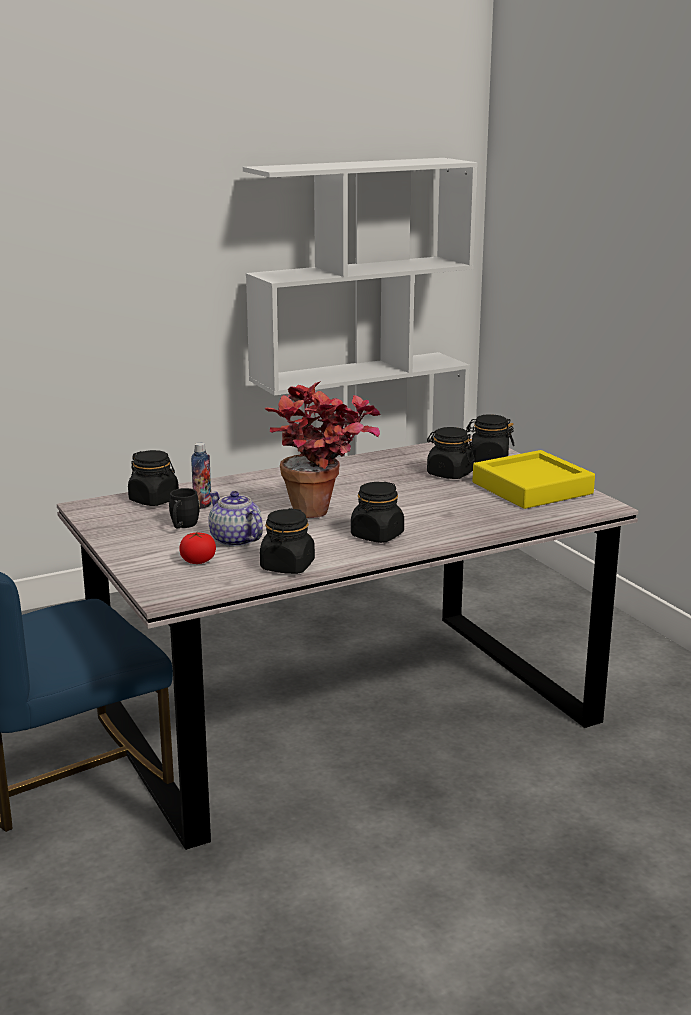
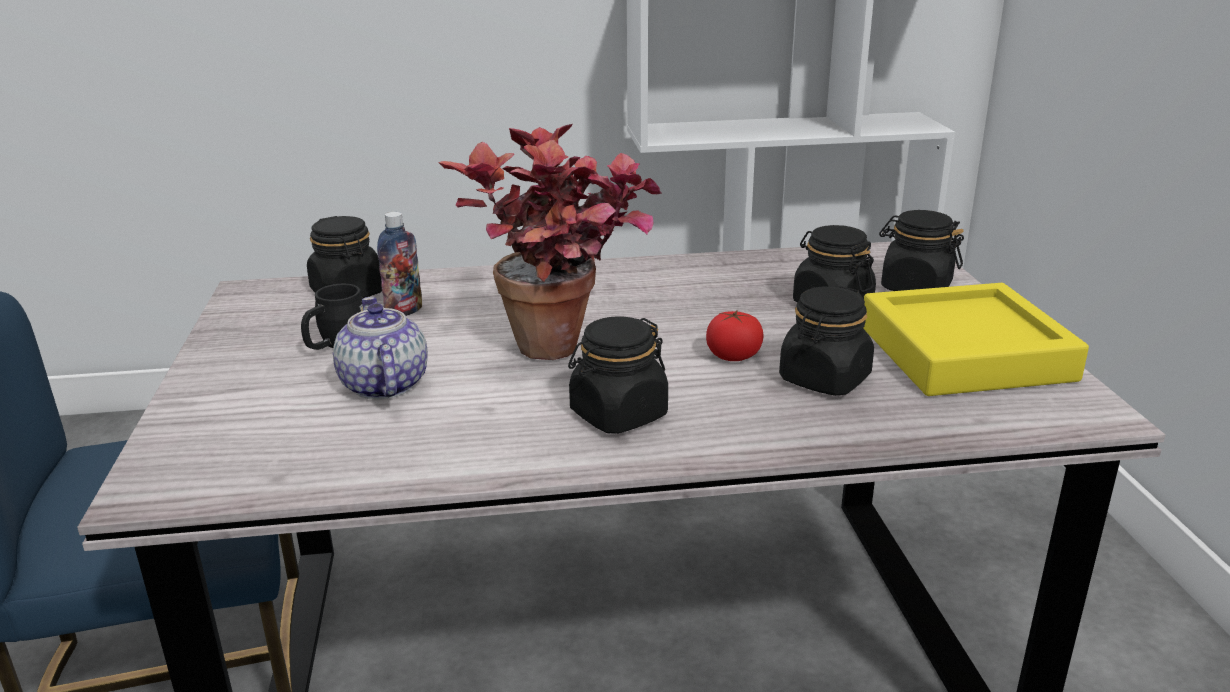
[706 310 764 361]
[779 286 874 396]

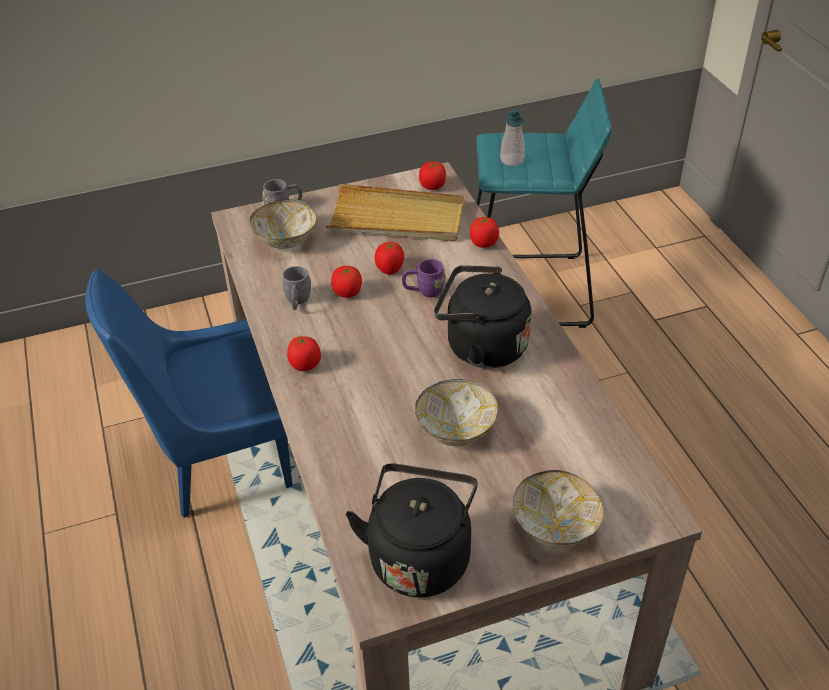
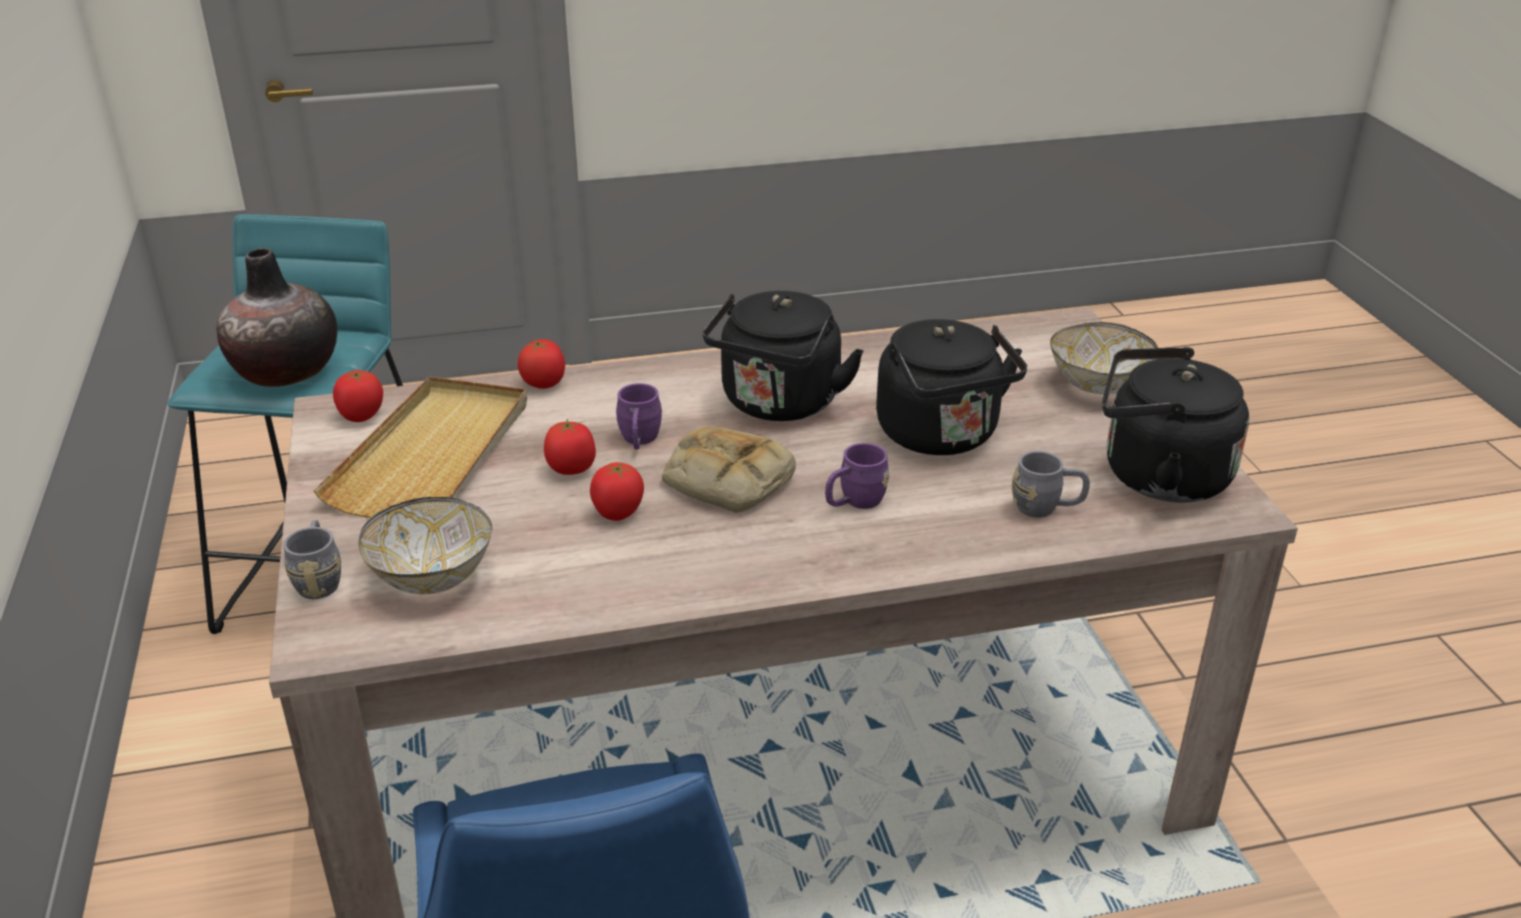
[217 248 338 387]
[662 427 796 513]
[825 443 890 509]
[876 319 1027 455]
[1012 451 1090 518]
[287 334 321 371] (first image)

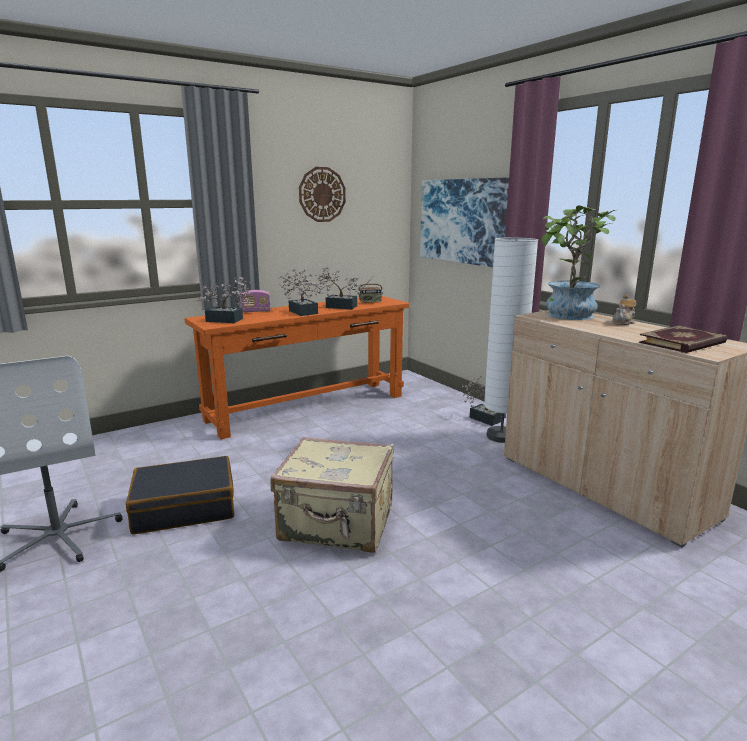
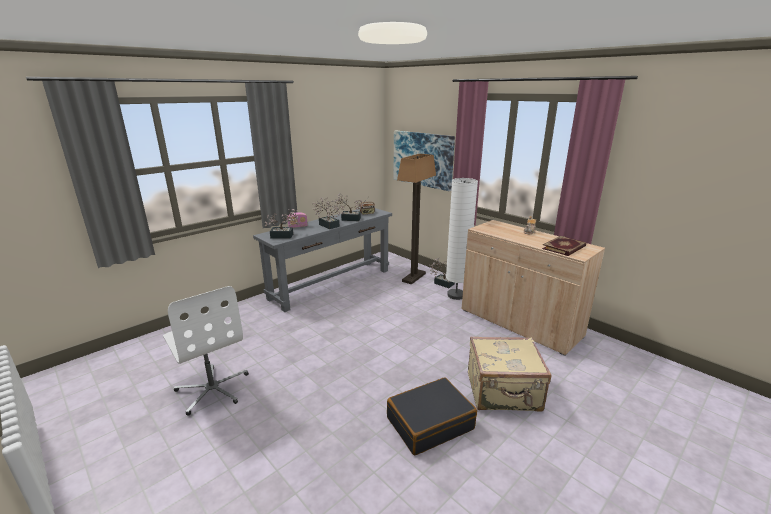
[253 208 392 312]
[387 377 477 455]
[397 154 436 285]
[468 337 551 412]
[299 167 346 222] (first image)
[541 205 616 320] (first image)

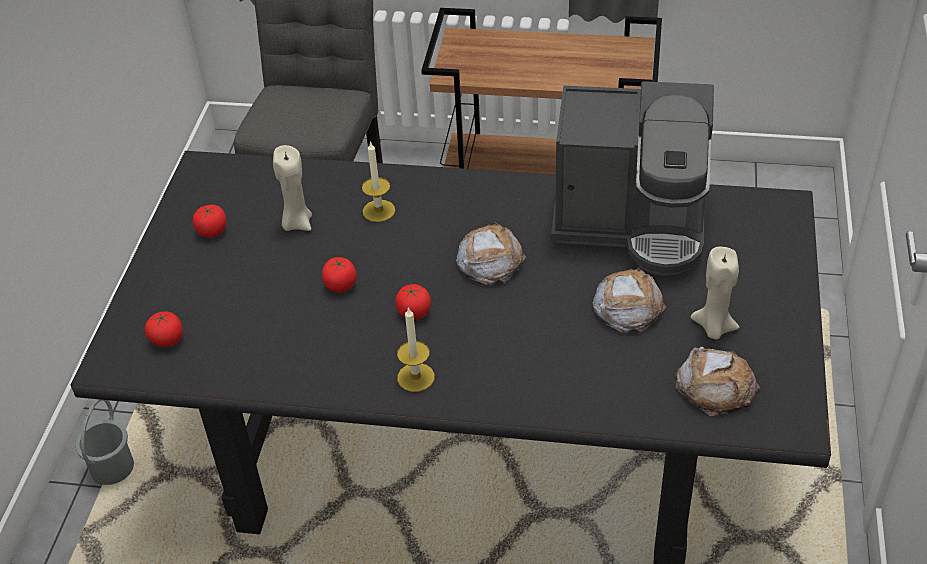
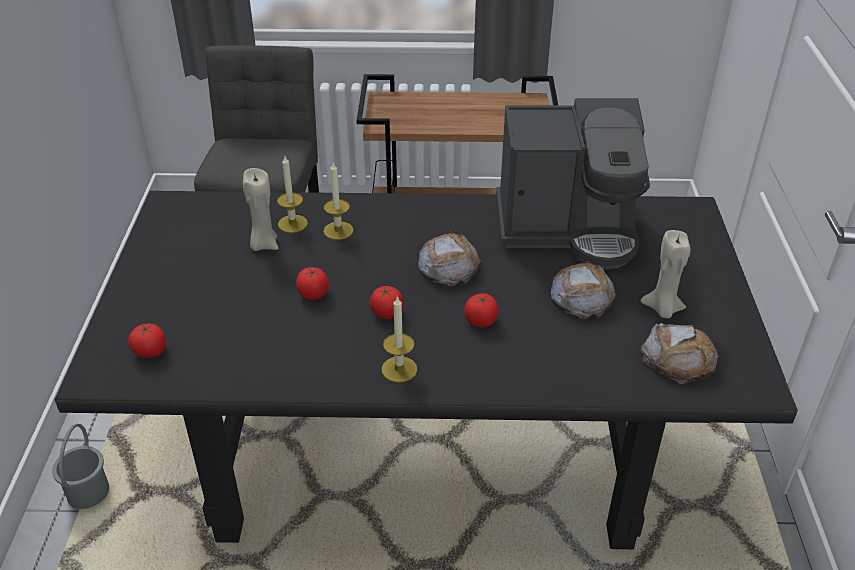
[277 156 308 233]
[464 293 499 327]

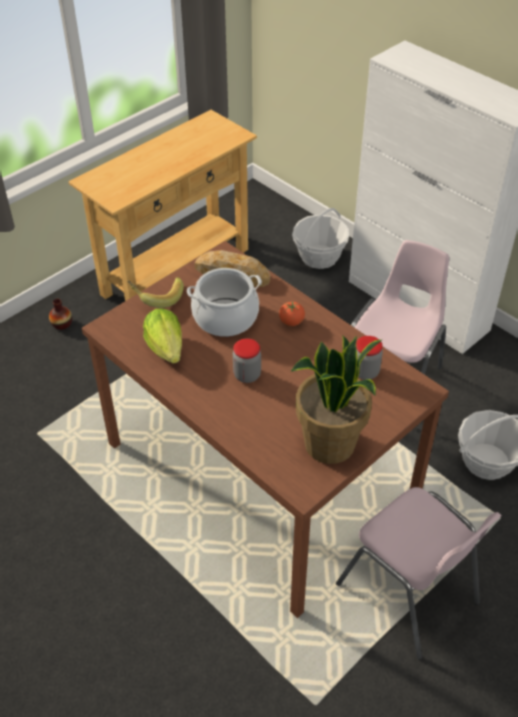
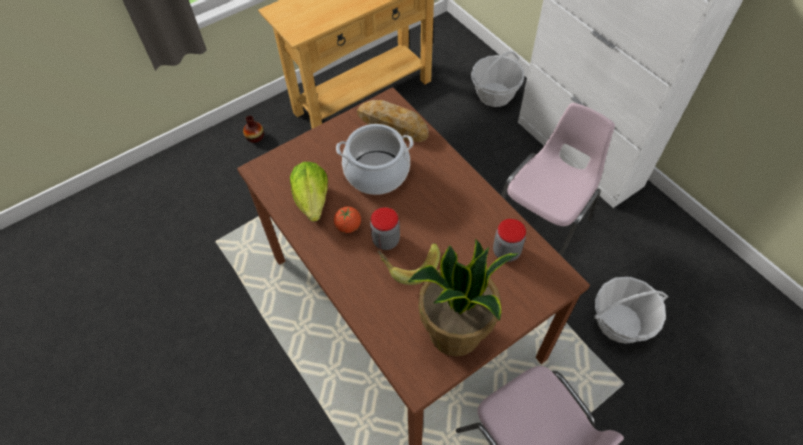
[334 207 361 233]
[377 243 440 285]

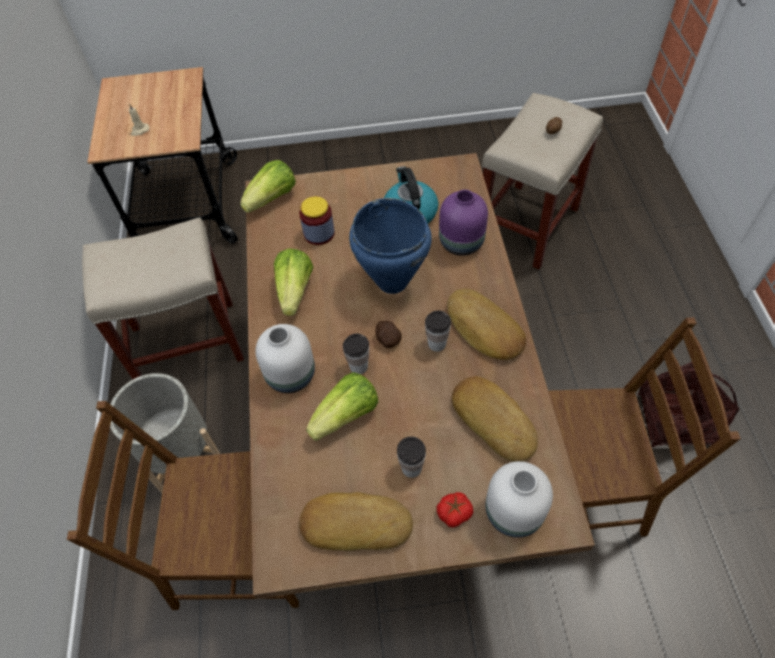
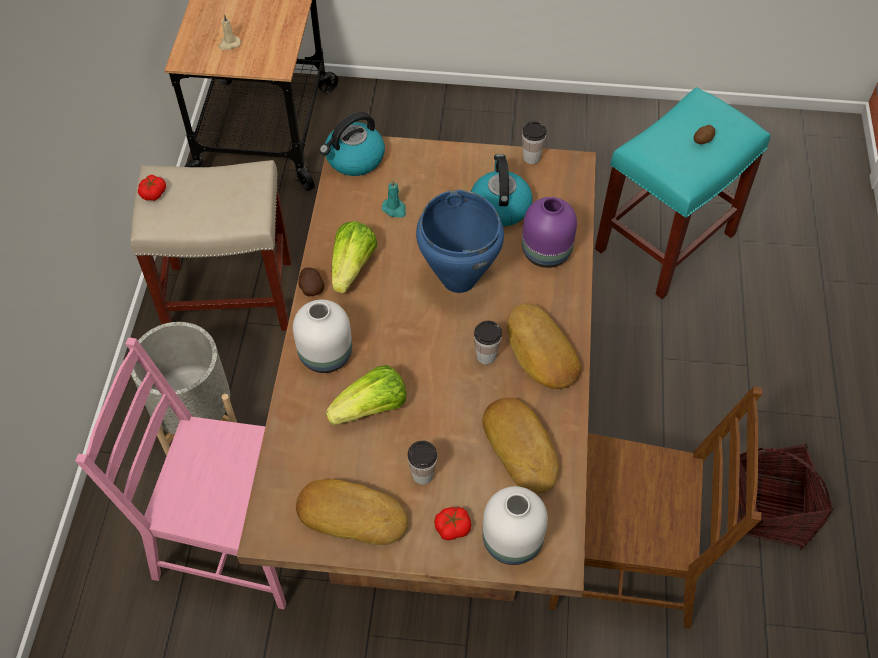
[75 337 286 610]
[138 175 166 201]
[298 267 324 296]
[319 112 385 176]
[382 179 406 218]
[522 121 547 164]
[595 87 770 299]

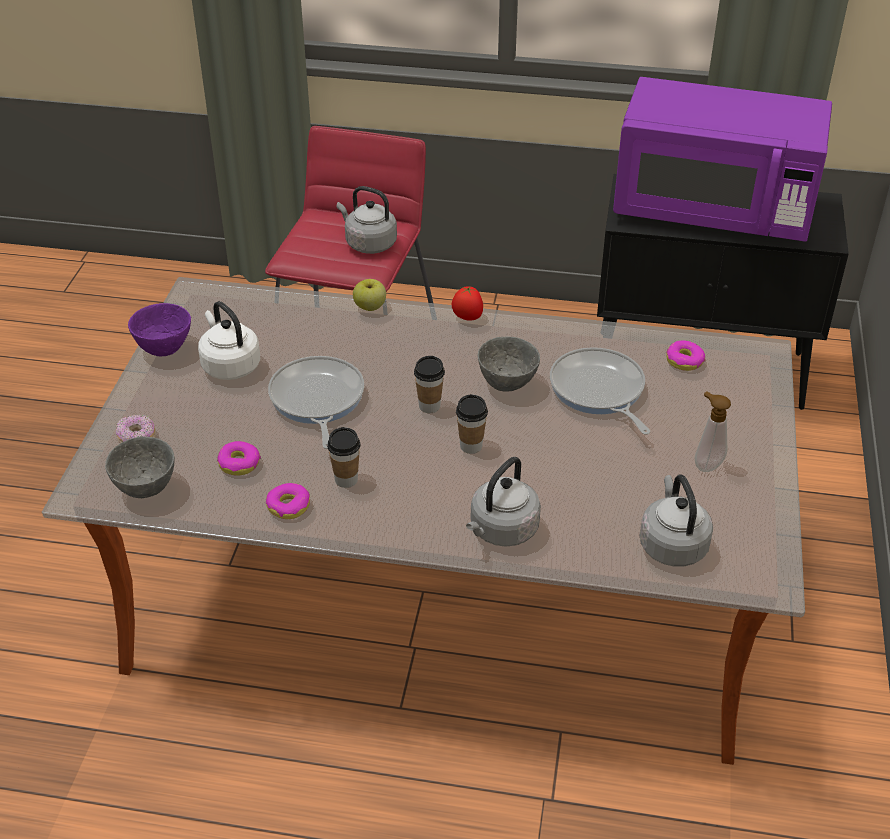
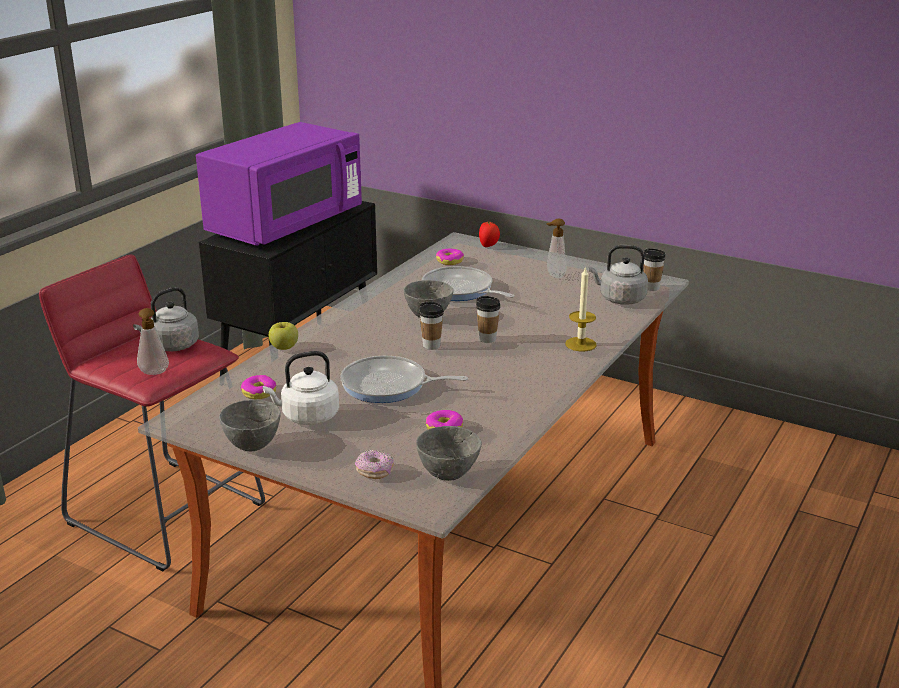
[137 308 169 375]
[219 399 281 451]
[241 375 277 399]
[422 266 515 301]
[479 221 500 247]
[565 266 597 351]
[643 248 666 291]

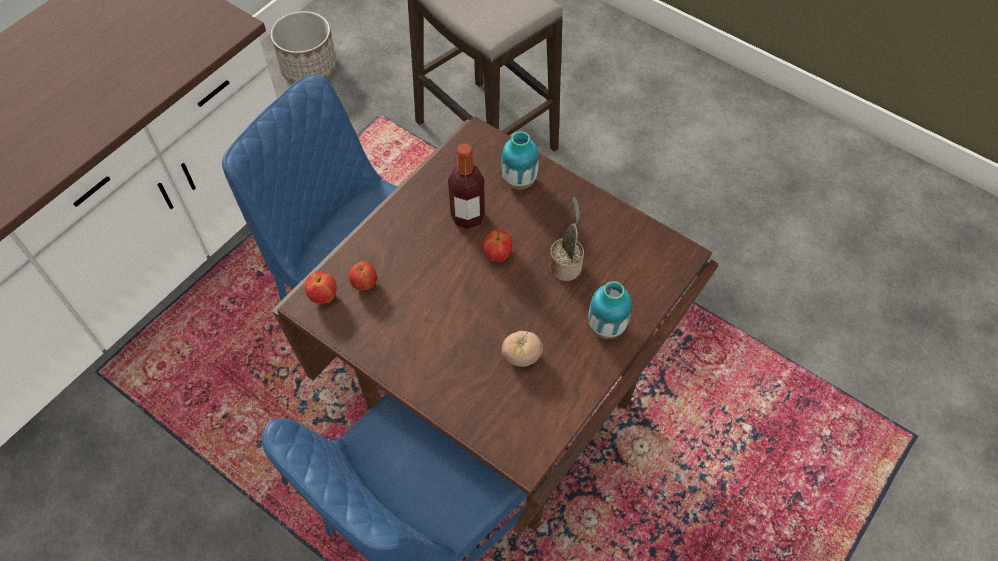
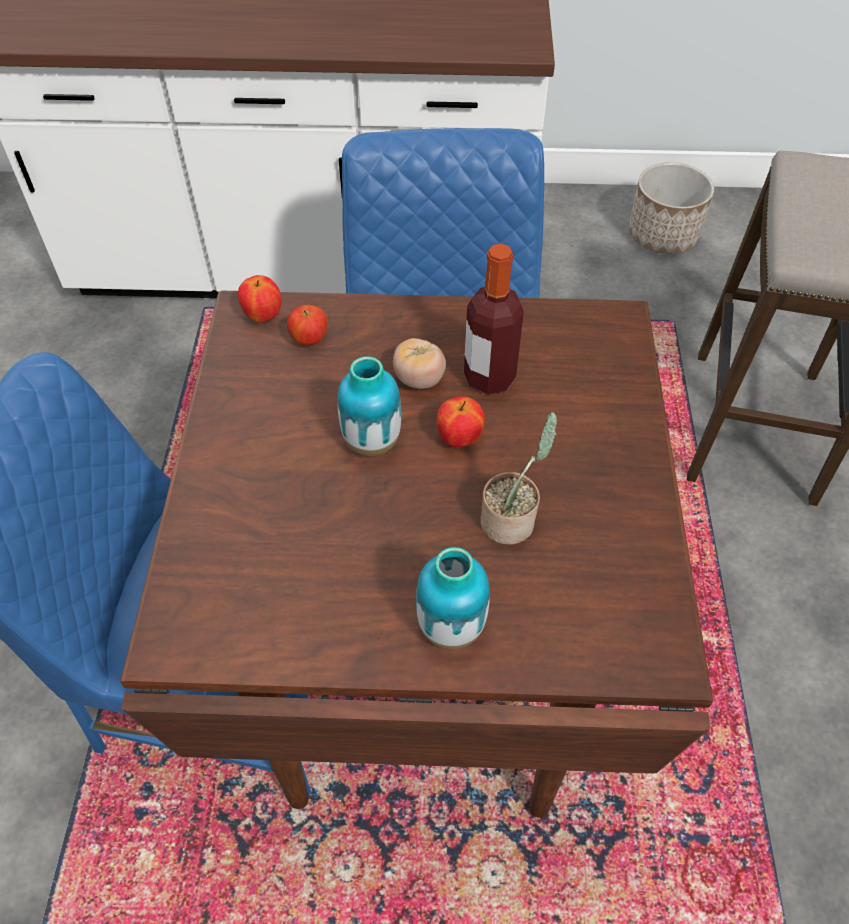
[337 356 401 456]
[393 338 446 389]

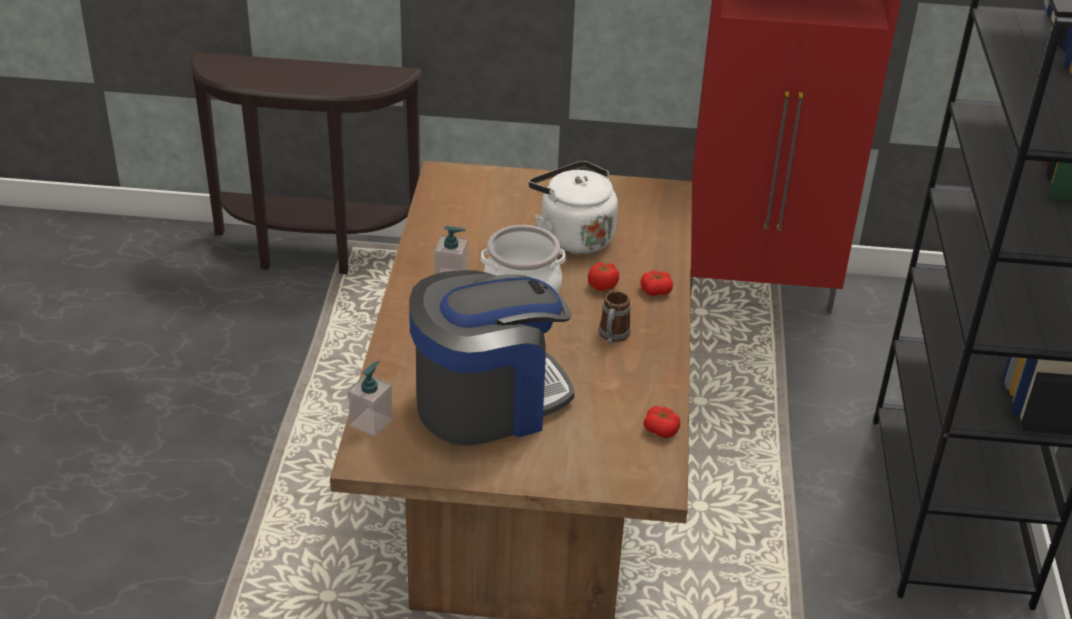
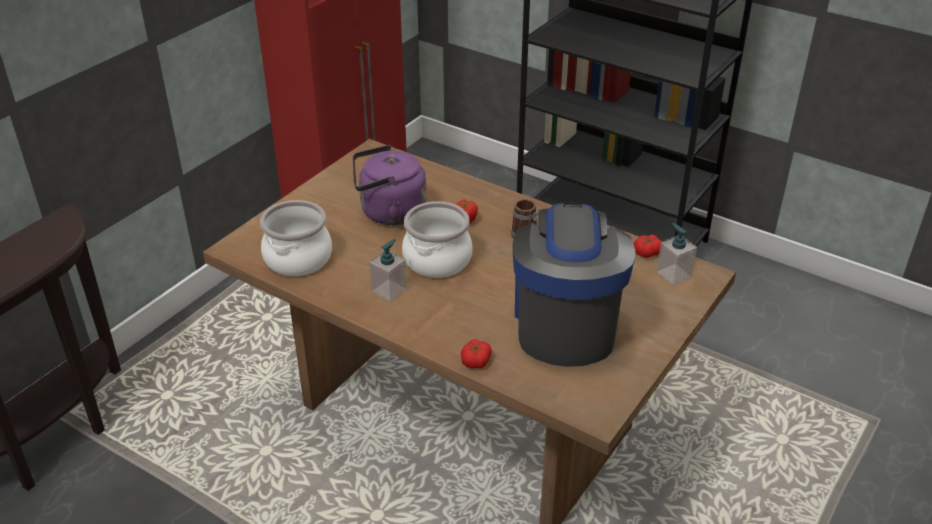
[260 200 332 276]
[353 145 427 225]
[461 339 492 368]
[657 223 697 285]

